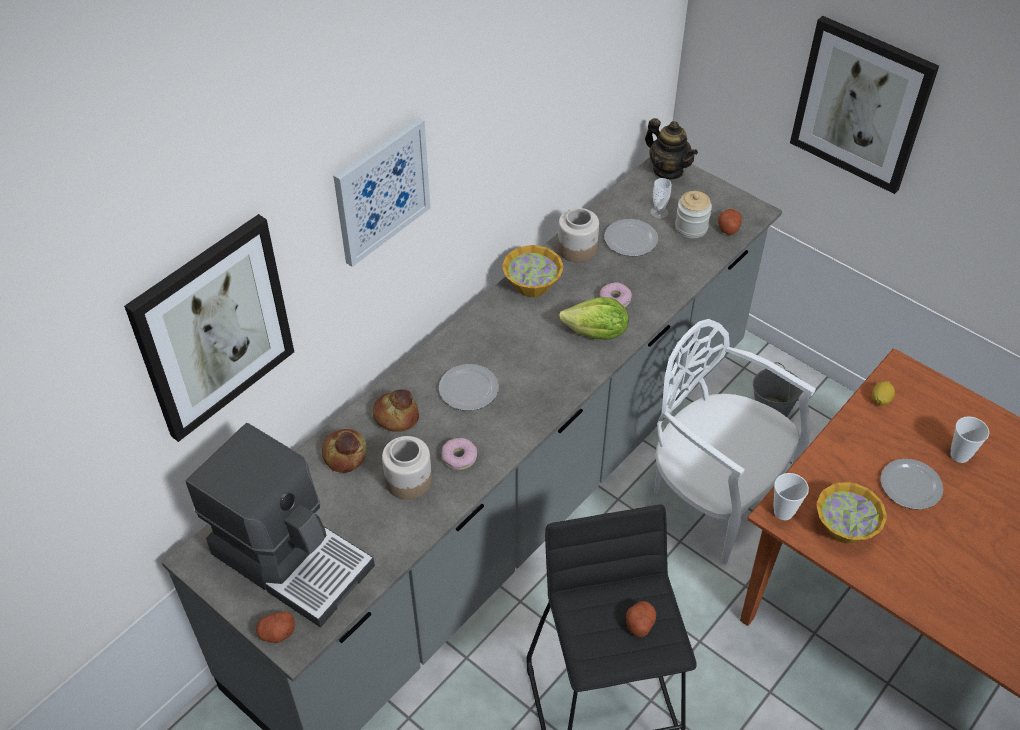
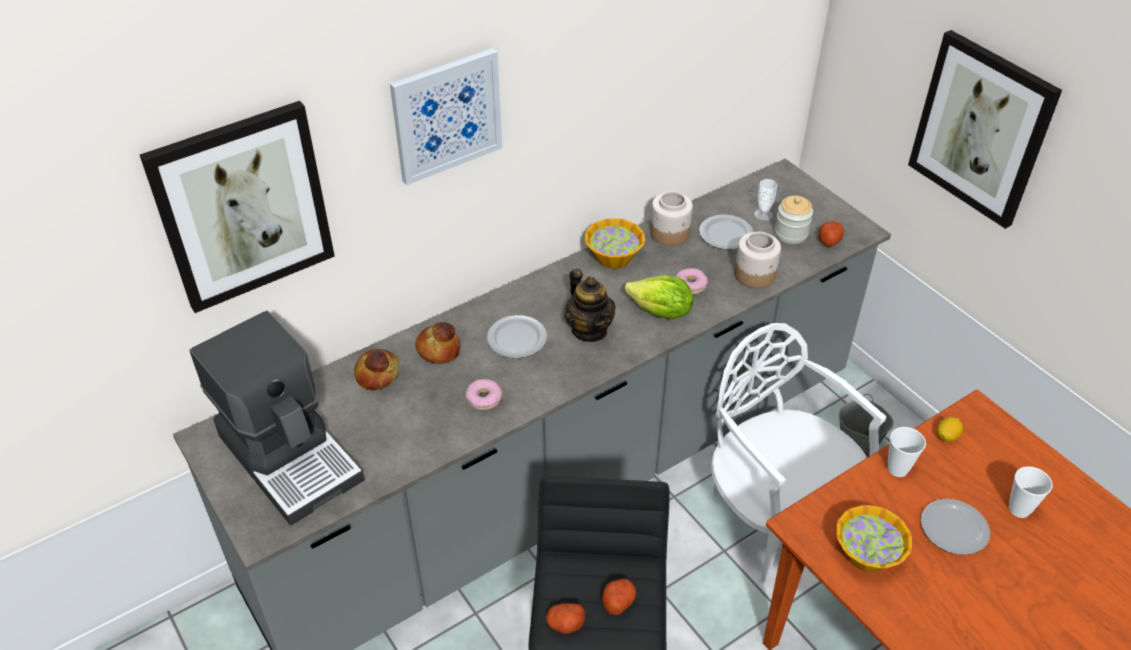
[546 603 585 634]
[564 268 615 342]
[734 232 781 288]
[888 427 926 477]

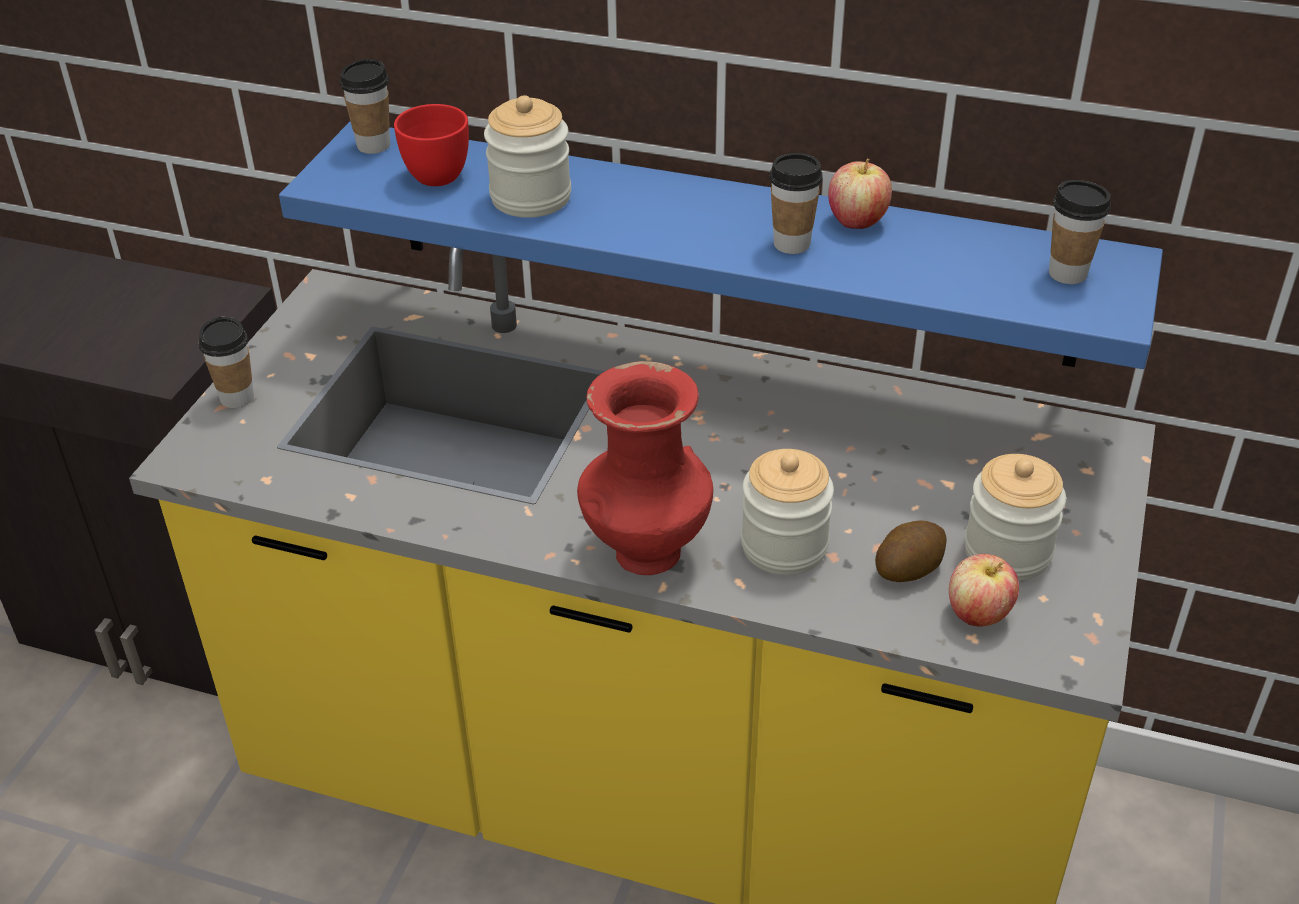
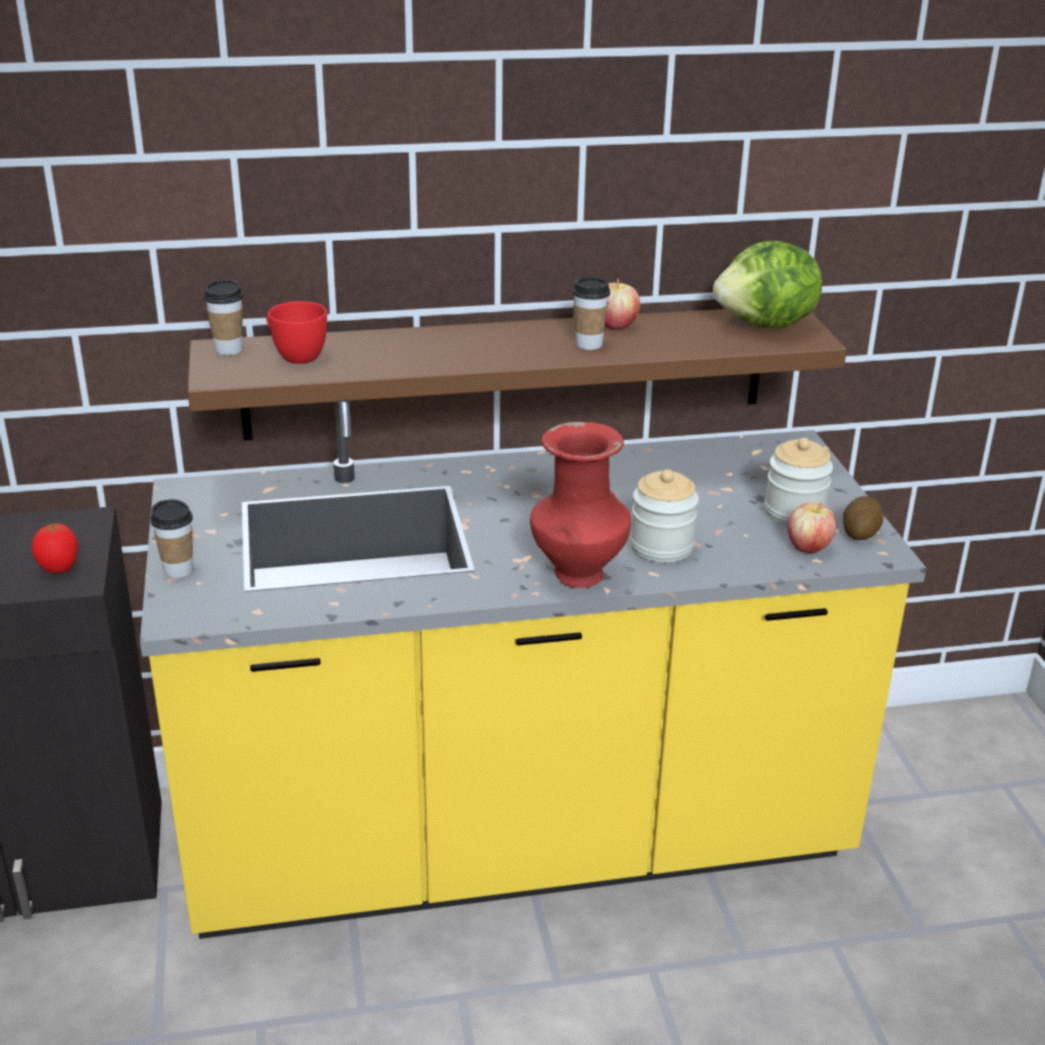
[32 523 78 573]
[188 309 847 441]
[713 241 822 328]
[843 496 884 540]
[484 95 571 218] (first image)

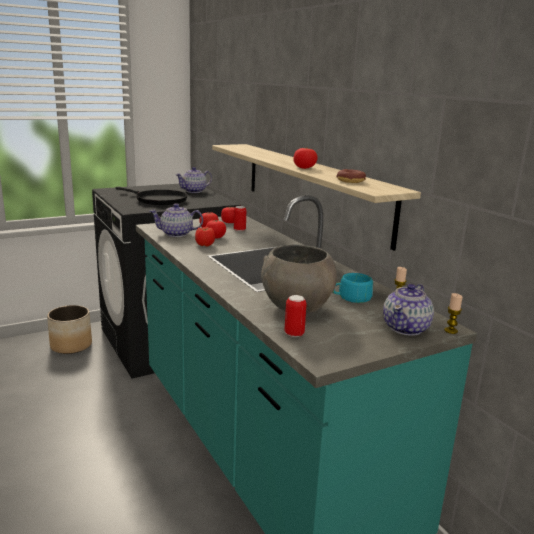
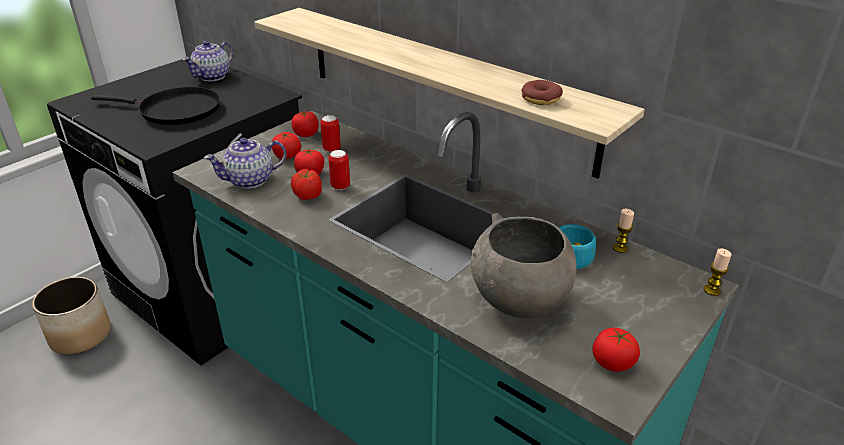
[328 150 350 190]
[592 328 640 372]
[383 284 434 336] (first image)

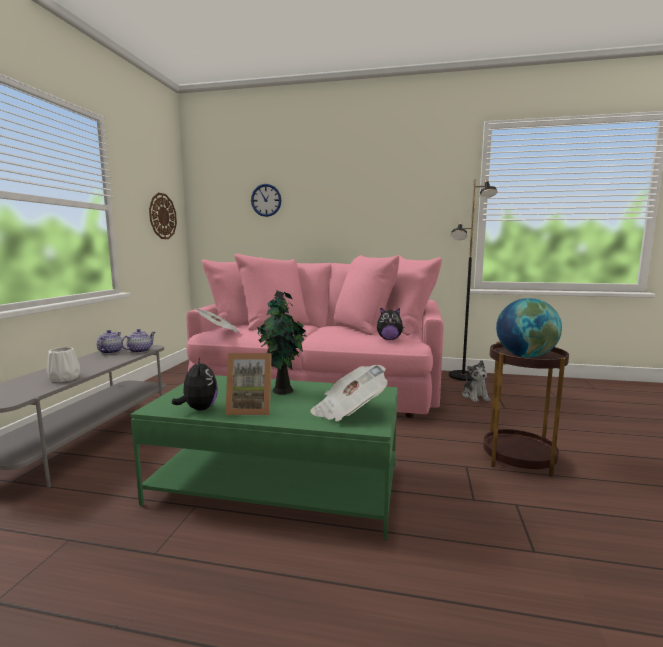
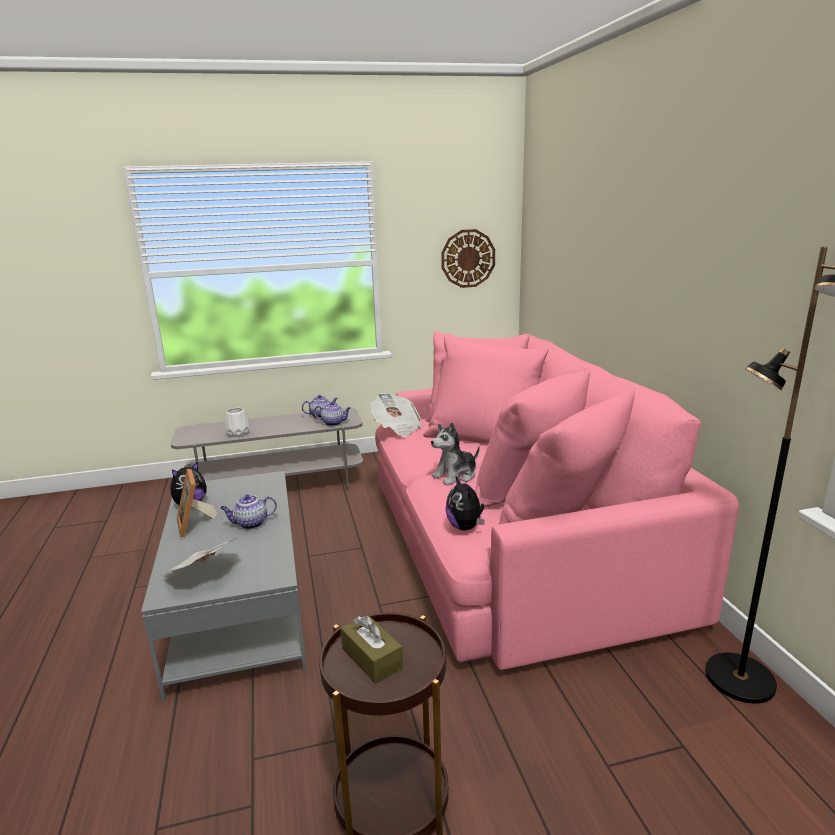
[141 471 307 701]
[220 494 277 529]
[341 614 403 684]
[431 422 479 485]
[251 184 281 217] (first image)

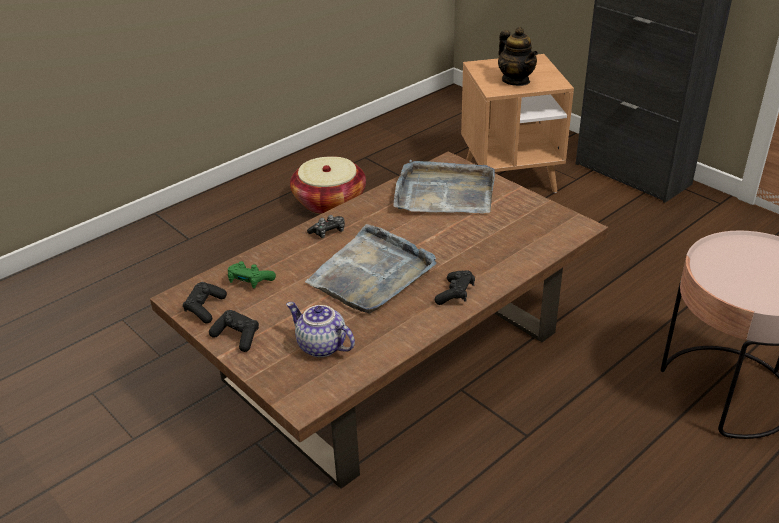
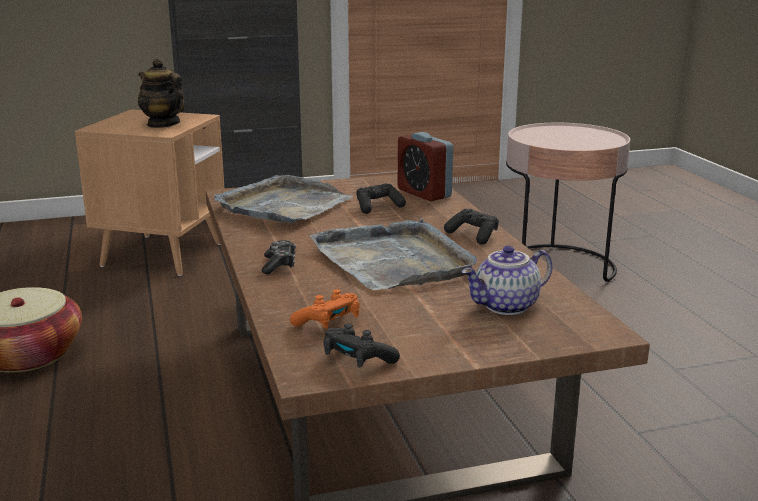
[138 58 184 128]
[290 289 360 329]
[356 184 406 214]
[398 132 453 201]

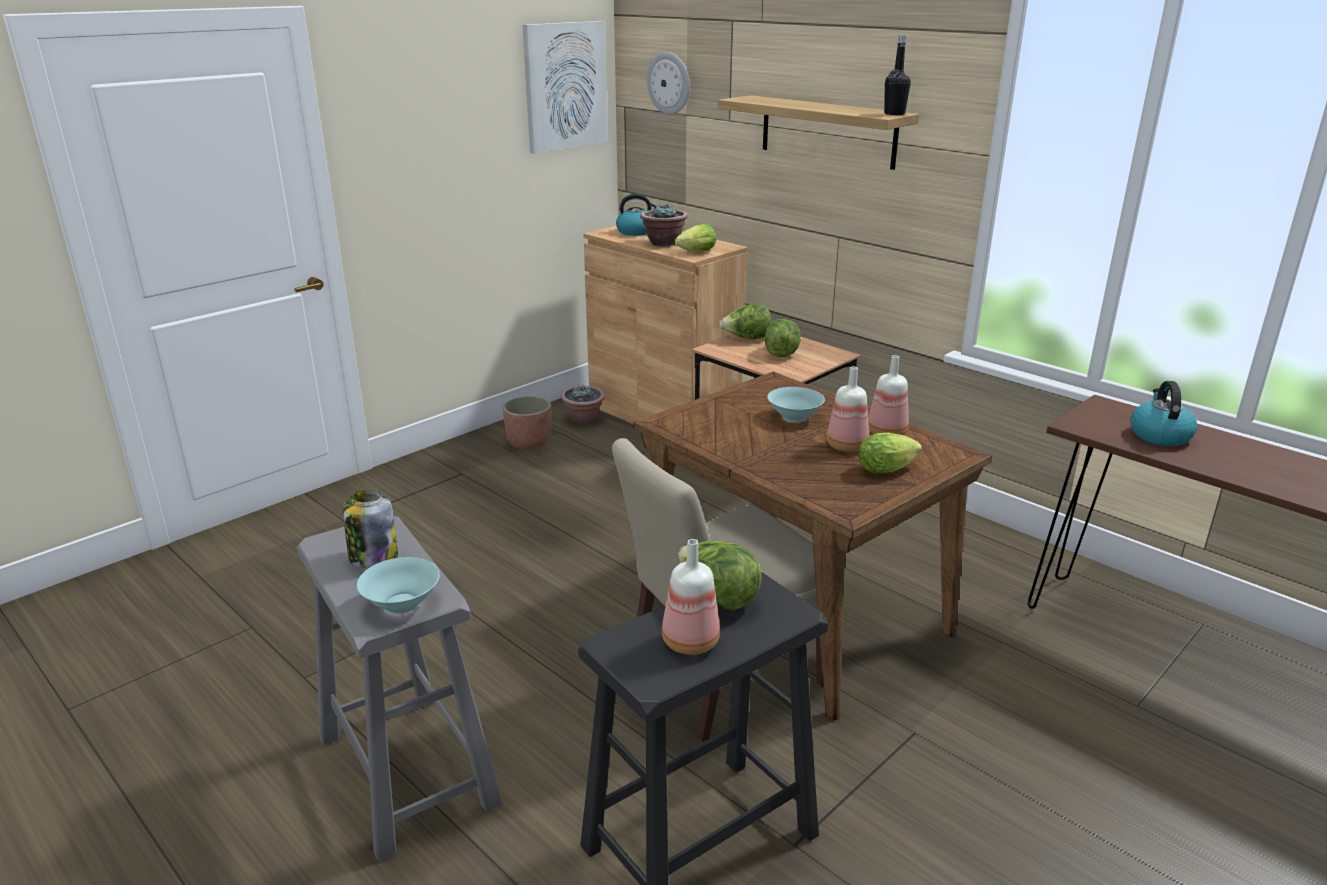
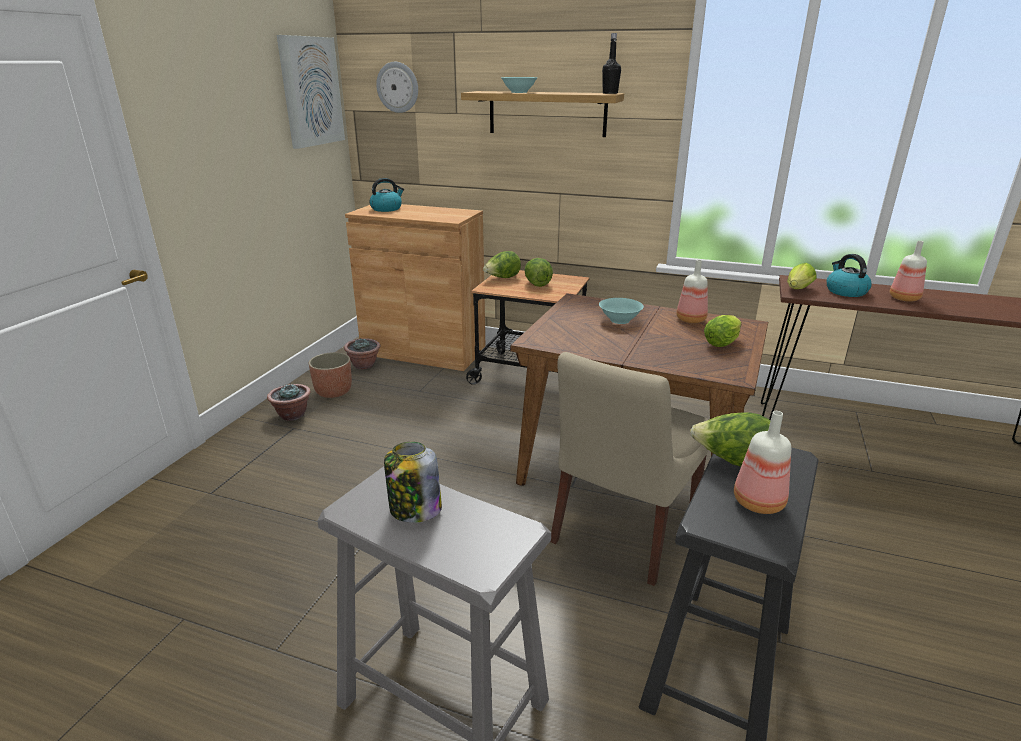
[267 383 311 421]
[501 77 537 93]
[787 263 817 289]
[890 241 927 302]

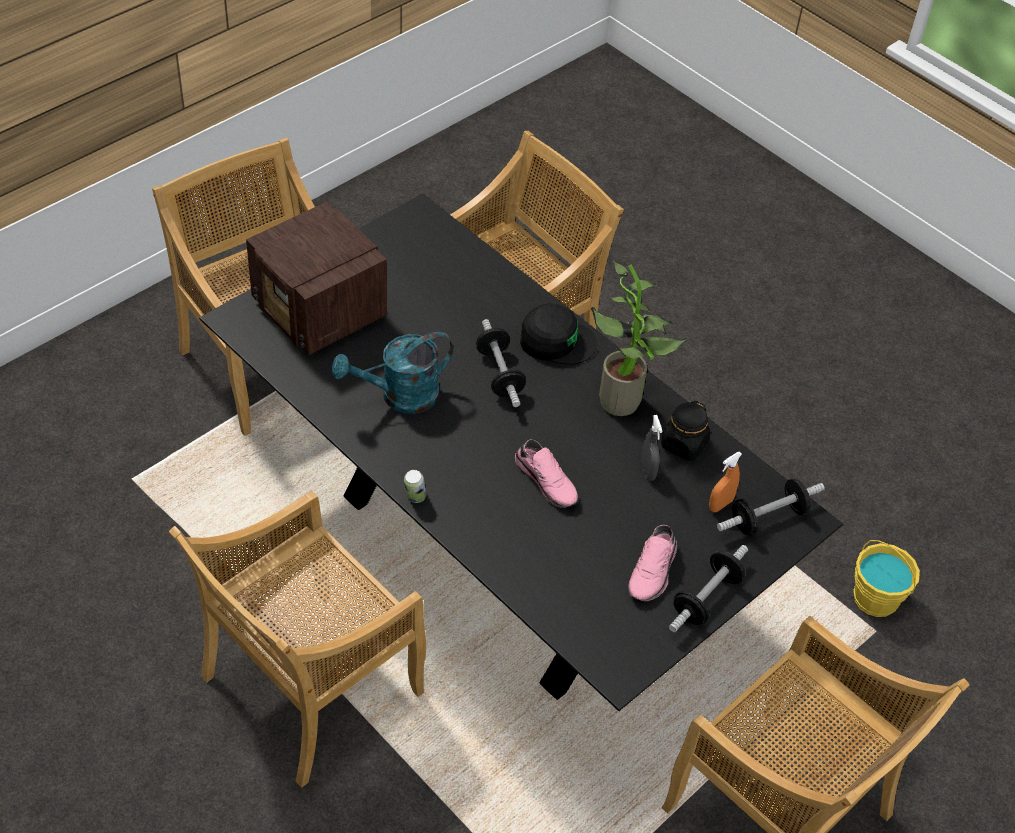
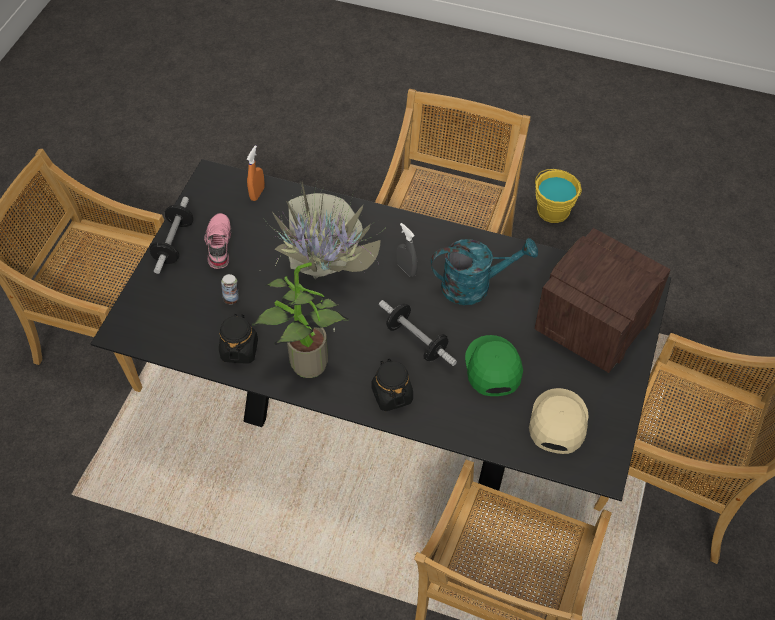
[221 274 239 304]
[247 145 265 201]
[259 182 387 331]
[371 358 413 411]
[397 223 418 277]
[431 238 538 305]
[465 335 523 396]
[529 388 588 454]
[535 169 582 223]
[535 228 671 373]
[717 479 825 535] (first image)

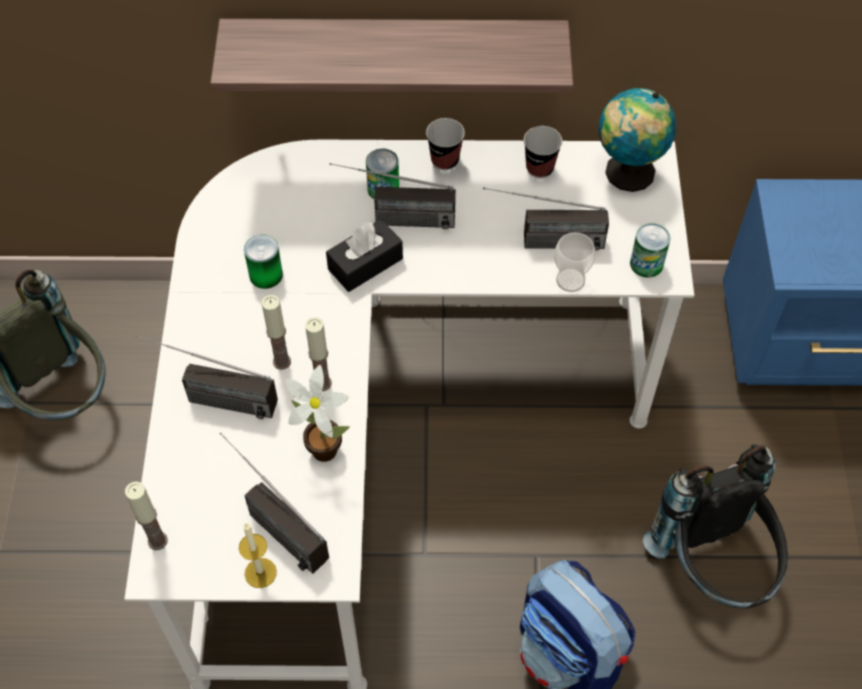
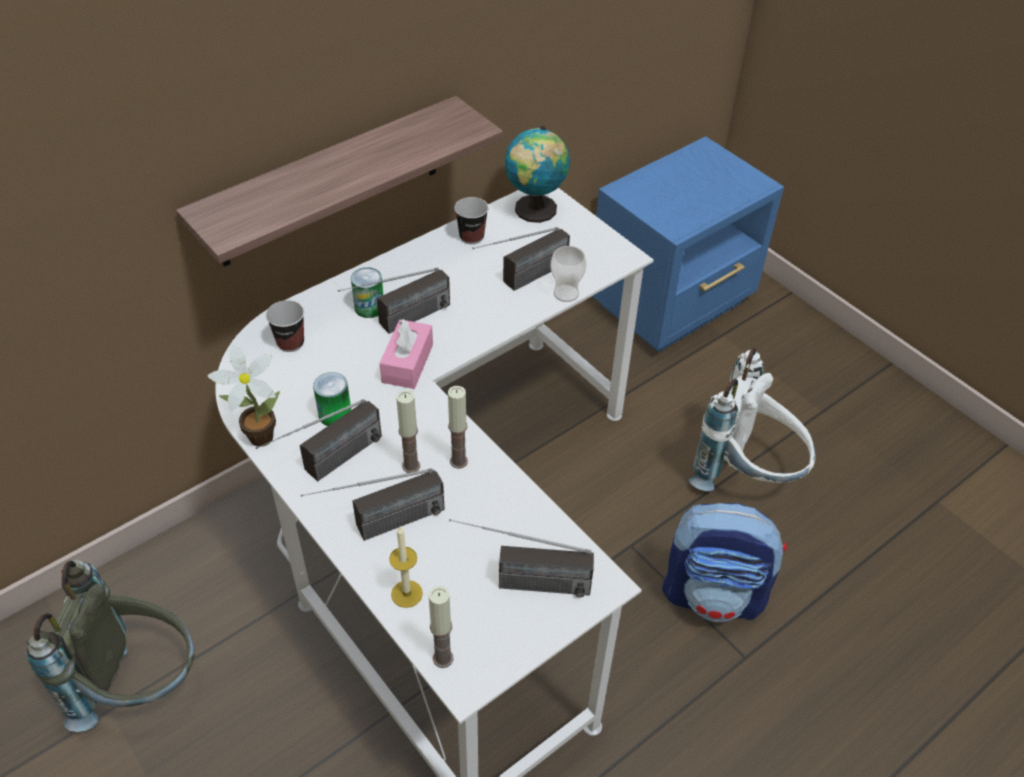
[208 344 280 447]
[256 399 382 481]
[266 300 304 352]
[380 319 433 389]
[389 526 423 608]
[689 348 816 491]
[630 223 670 278] (first image)

